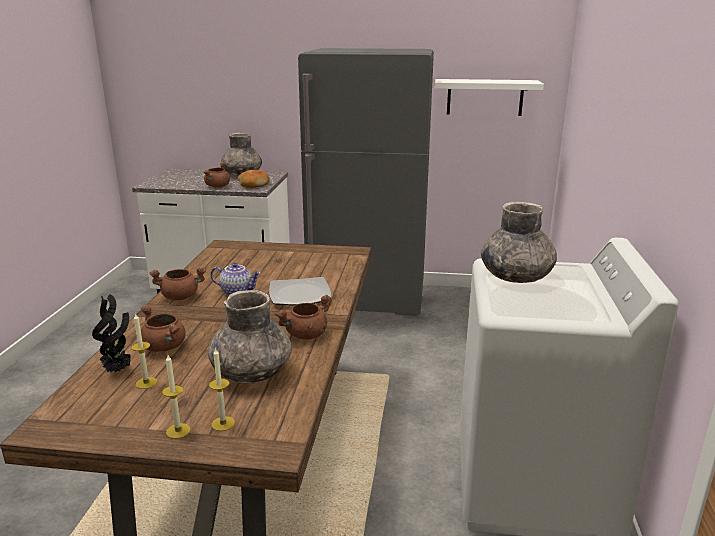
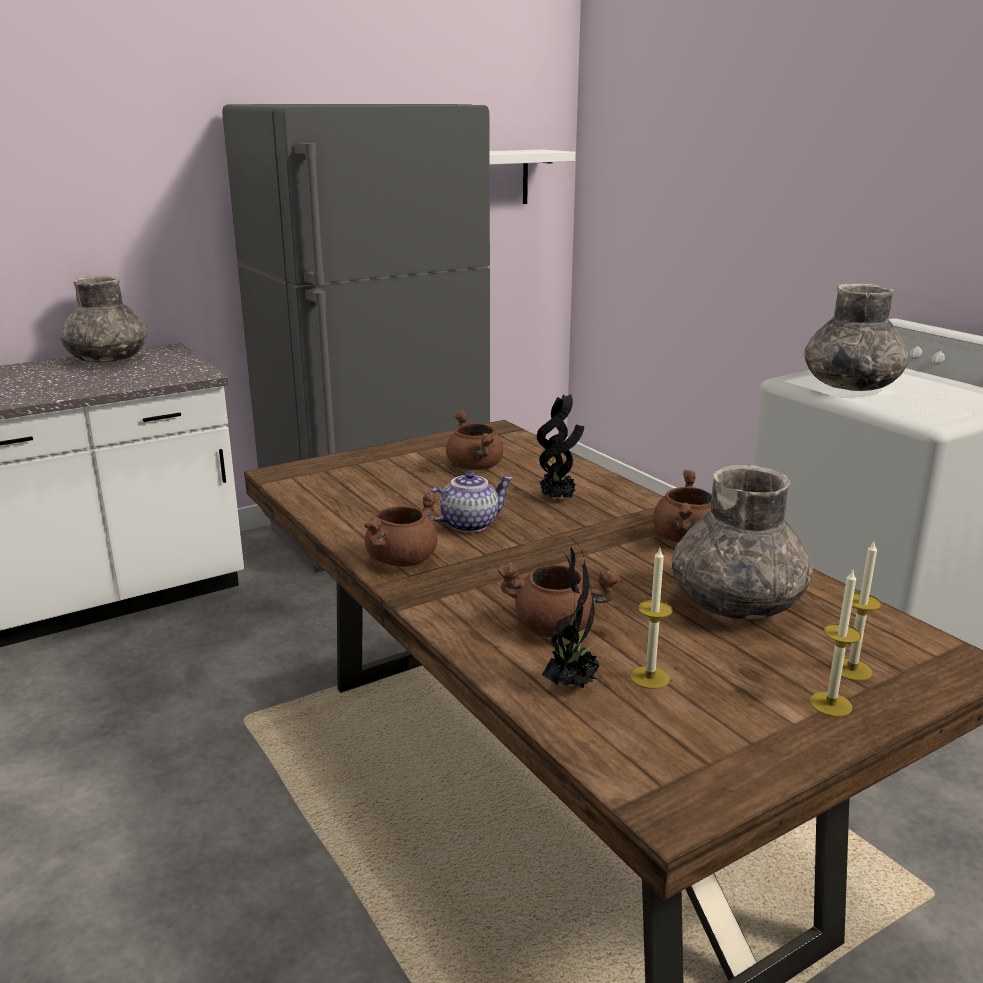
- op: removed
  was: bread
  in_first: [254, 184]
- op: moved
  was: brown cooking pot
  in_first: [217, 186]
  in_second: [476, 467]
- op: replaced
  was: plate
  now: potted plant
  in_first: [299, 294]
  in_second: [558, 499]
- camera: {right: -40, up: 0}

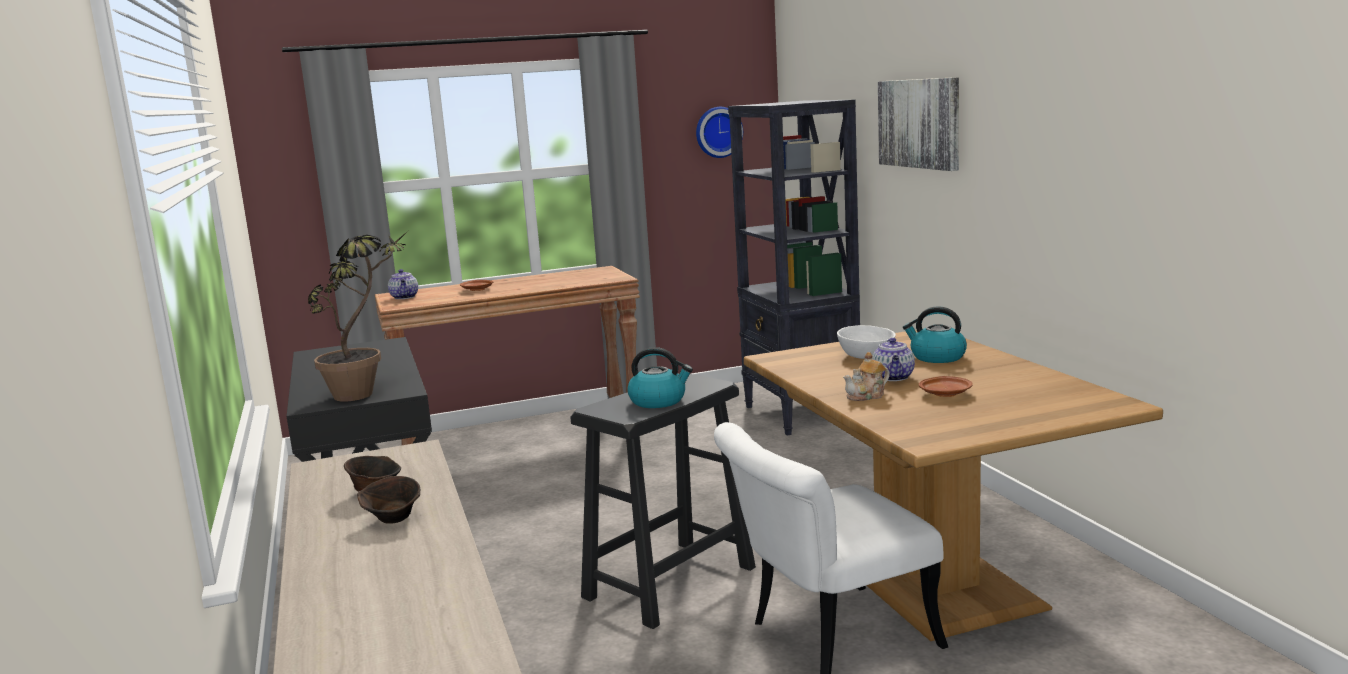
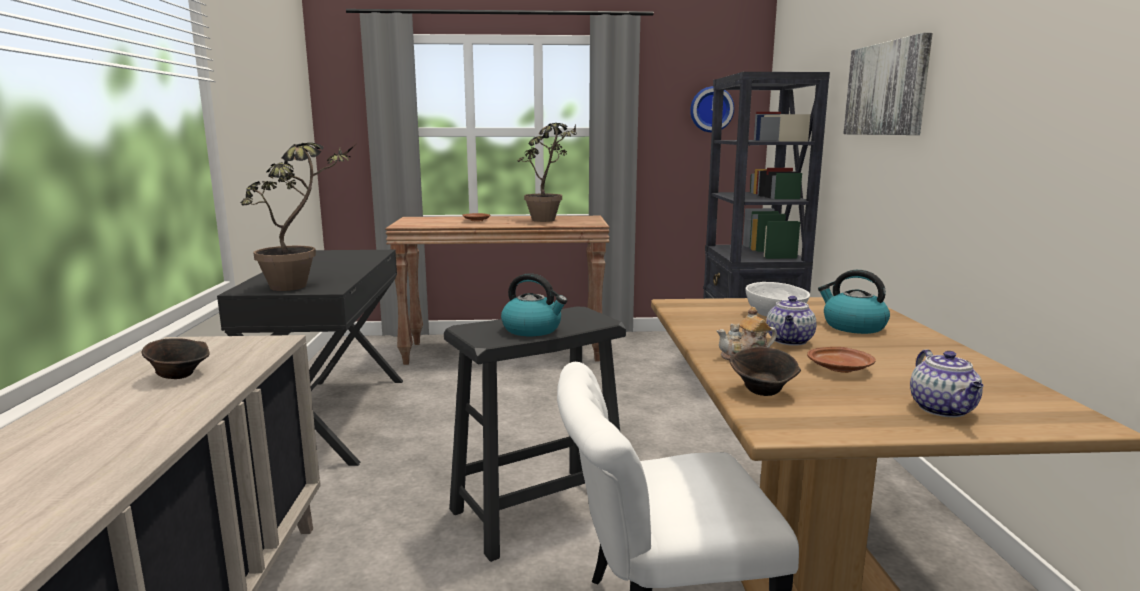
- op: added
  now: potted plant
  in_second: [548, 221]
- op: moved
  was: brown bowl
  in_first: [394, 519]
  in_second: [763, 392]
- op: moved
  was: teapot
  in_first: [405, 297]
  in_second: [944, 410]
- camera: {right: 15, up: 0}

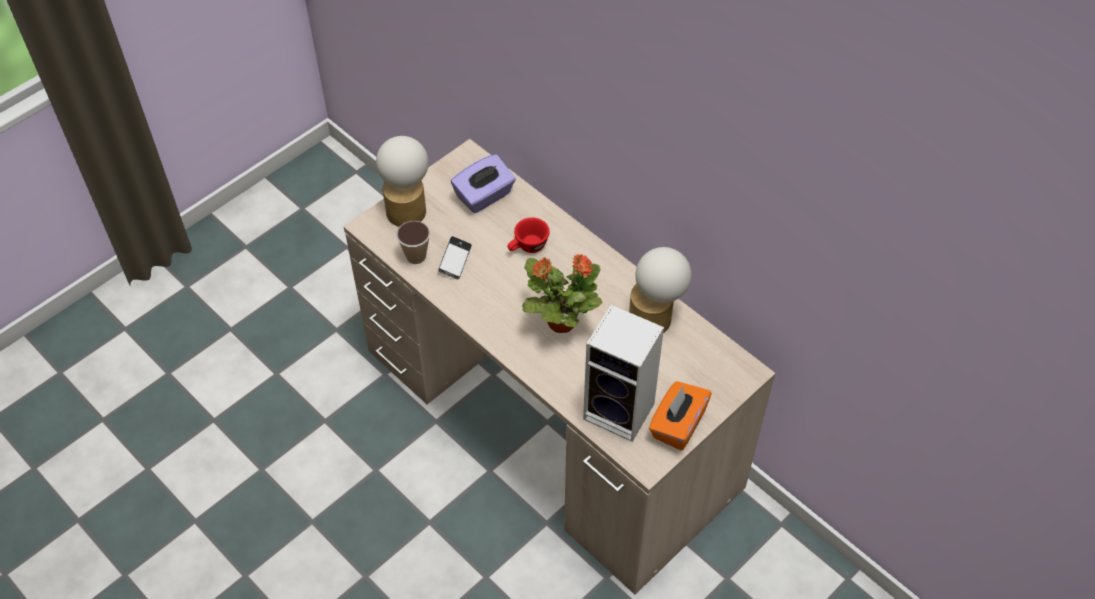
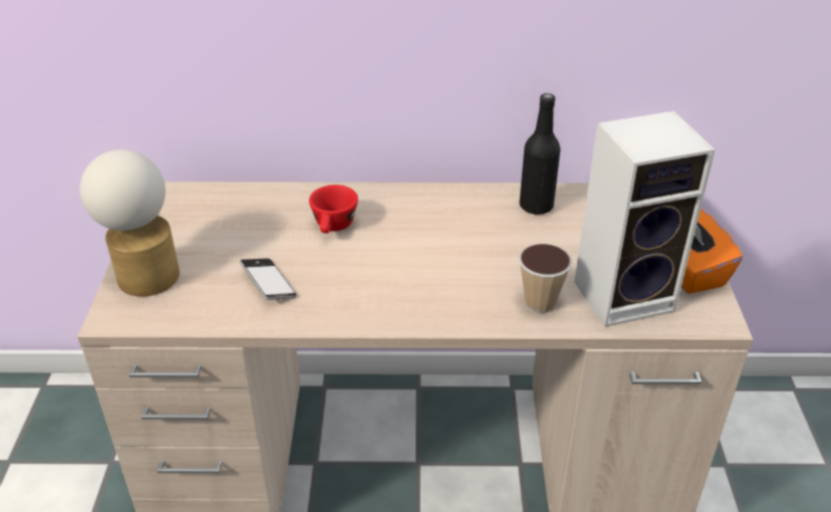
- op: removed
  was: purple tissue box
  in_first: [484, 196]
- op: removed
  was: potted plant
  in_first: [560, 322]
- op: moved
  was: cup
  in_first: [416, 256]
  in_second: [540, 302]
- op: replaced
  was: table lamp
  now: black bottle
  in_first: [656, 317]
  in_second: [536, 206]
- camera: {right: -45, up: -15}

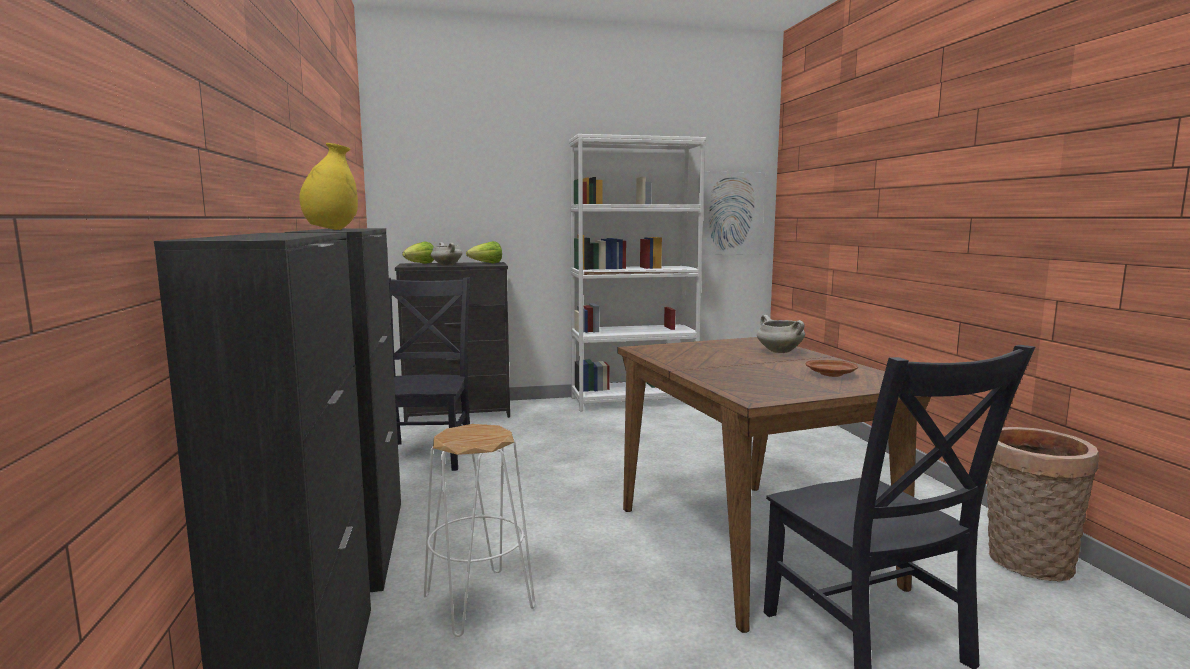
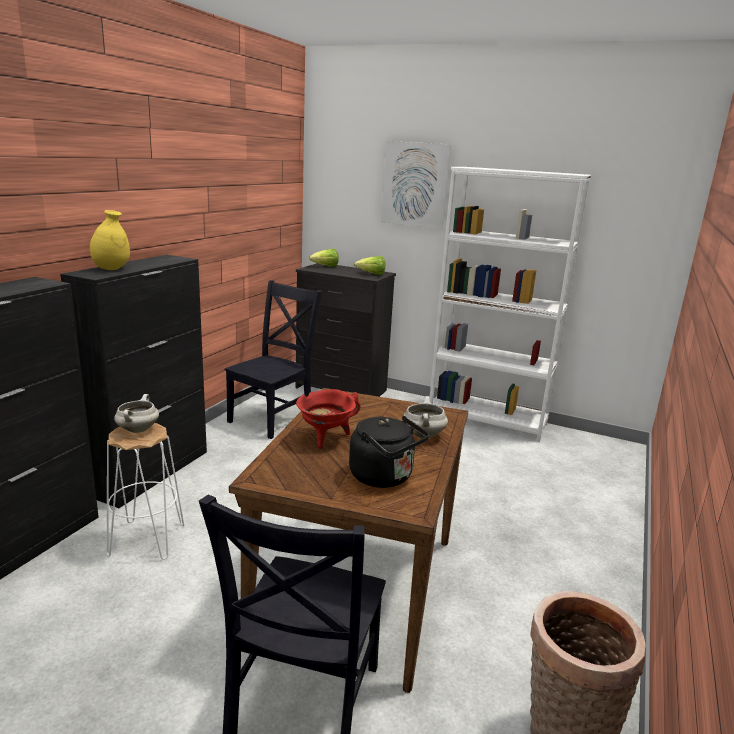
- op: added
  now: red cooking pot
  in_second: [326, 438]
- op: moved
  was: white cooking pot
  in_first: [446, 265]
  in_second: [138, 429]
- op: moved
  was: picture
  in_first: [729, 213]
  in_second: [415, 185]
- op: replaced
  was: brown plate
  now: black kettle
  in_first: [831, 375]
  in_second: [384, 477]
- camera: {right: 35, up: 10}

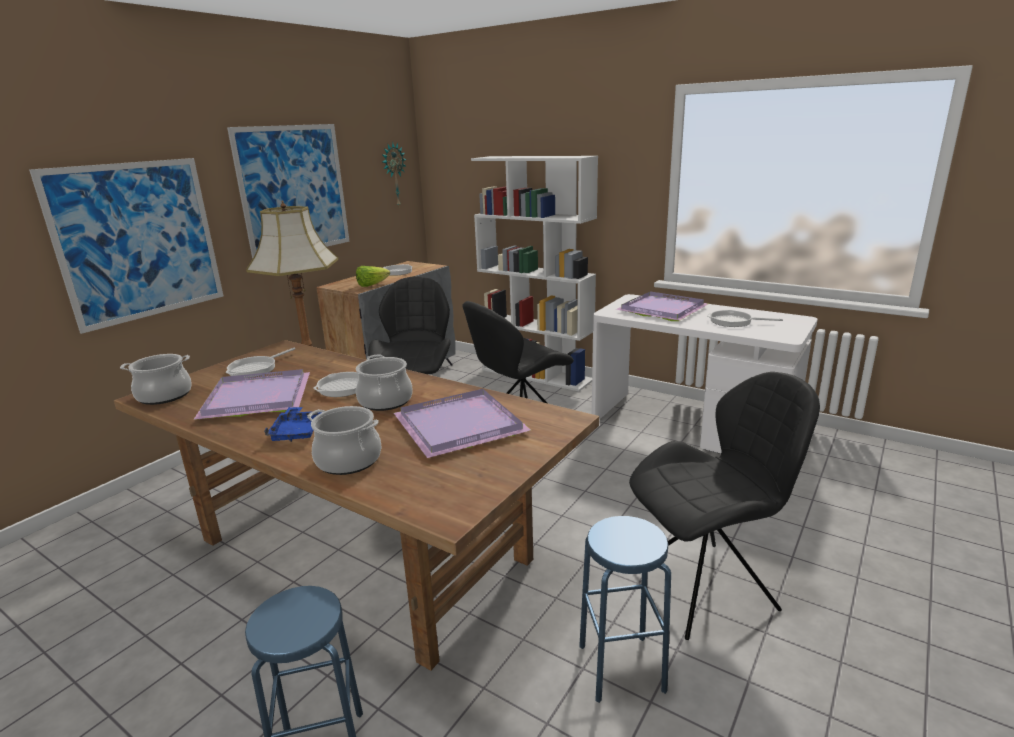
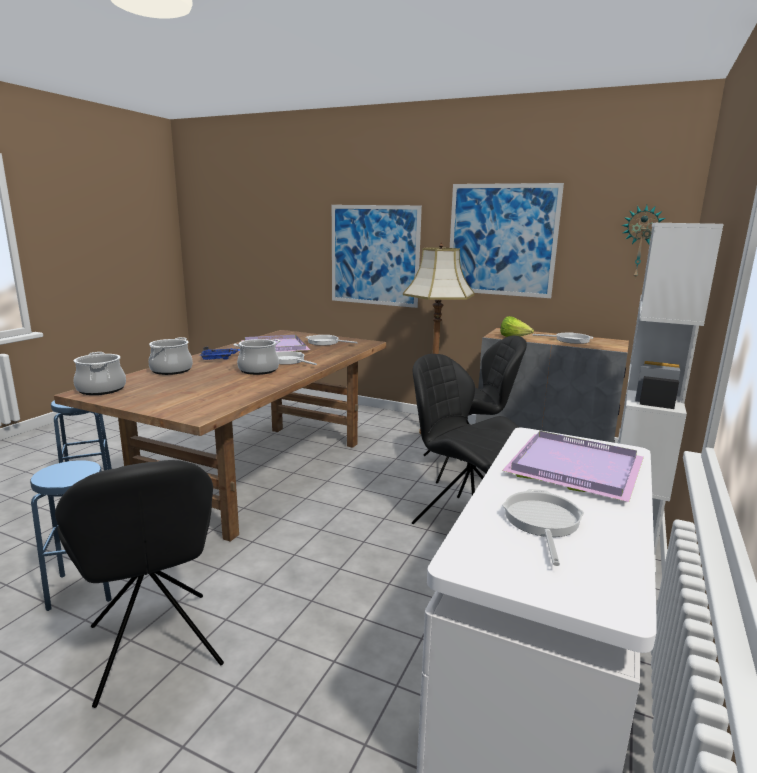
- op: removed
  was: purple tray
  in_first: [462, 426]
- op: moved
  was: cooking pot
  in_first: [164, 395]
  in_second: [101, 389]
- camera: {right: 80, up: -5}

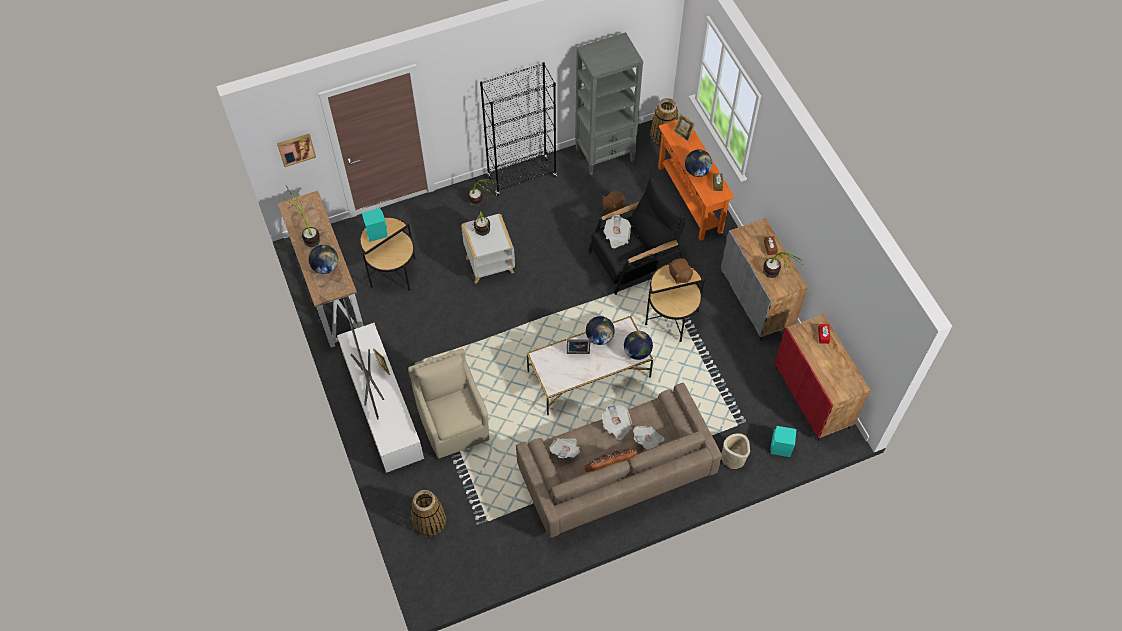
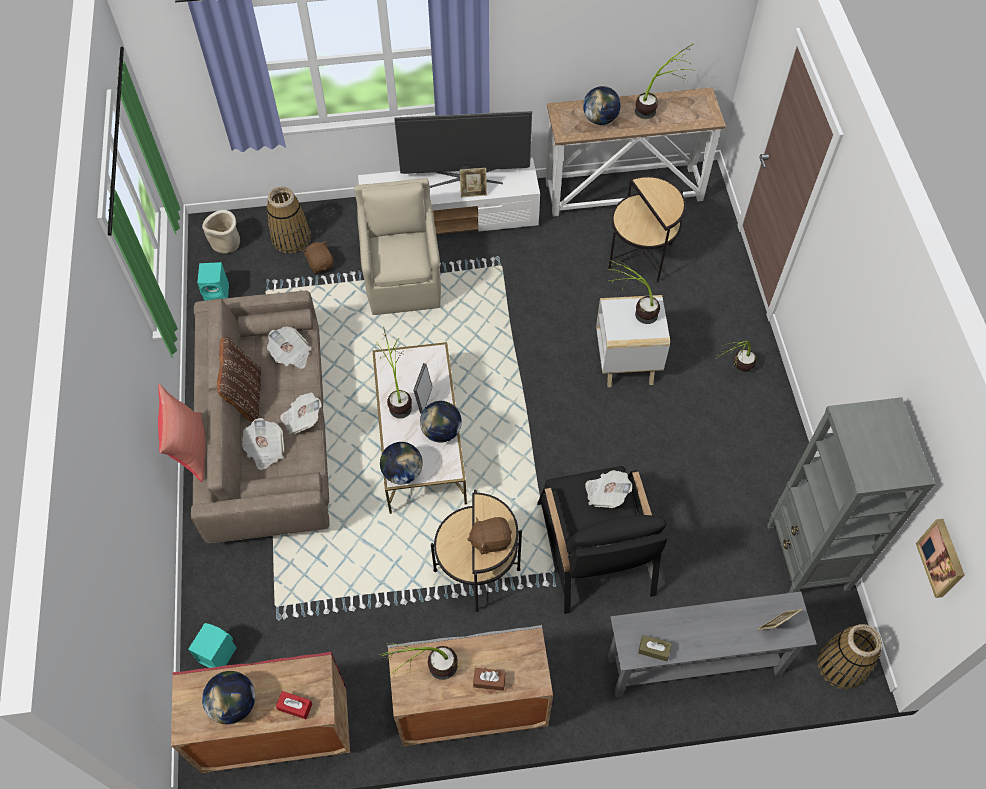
- op: removed
  was: black bookcase
  in_first: [522, 177]
- op: added
  now: red pillow
  in_second: [190, 448]
- op: added
  now: potted plant
  in_second: [398, 396]
- op: moved
  was: picture
  in_first: [296, 149]
  in_second: [942, 558]
- op: moved
  was: turquoise speaker
  in_first: [376, 232]
  in_second: [218, 294]
- op: moved
  was: brown plush toy
  in_first: [613, 206]
  in_second: [320, 264]
- op: moved
  was: globe
  in_first: [697, 171]
  in_second: [234, 704]
- op: moved
  was: beige planter
  in_first: [734, 457]
  in_second: [226, 243]
- op: recoloured
  was: orange console table
  now: grey console table
  in_first: [690, 199]
  in_second: [694, 665]
- op: turned
  was: beige armchair
  in_first: [453, 423]
  in_second: [403, 280]
  clockwise: -90
- camera: {right: 105, up: 0}

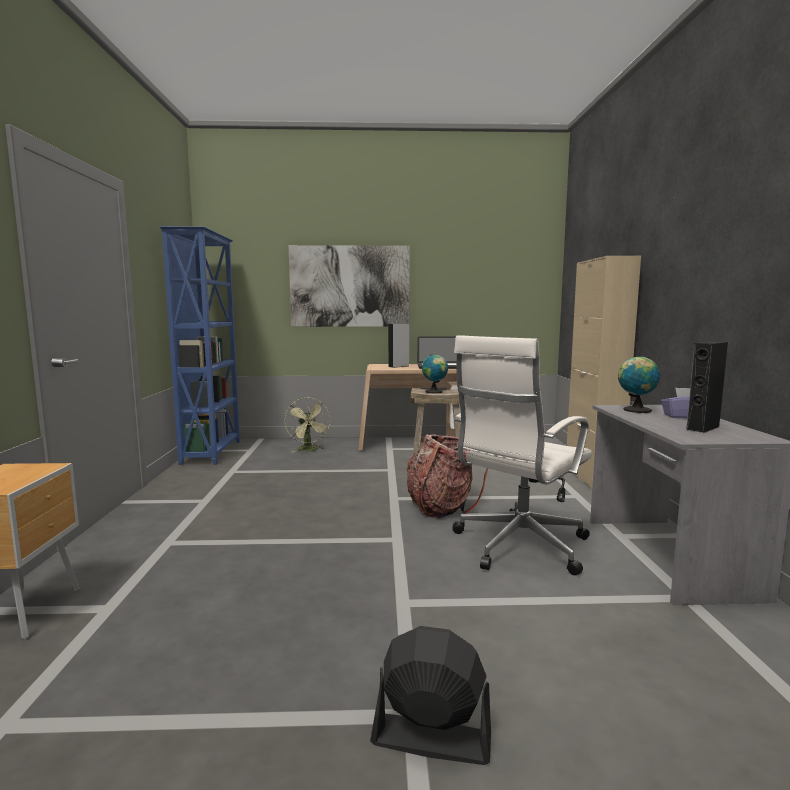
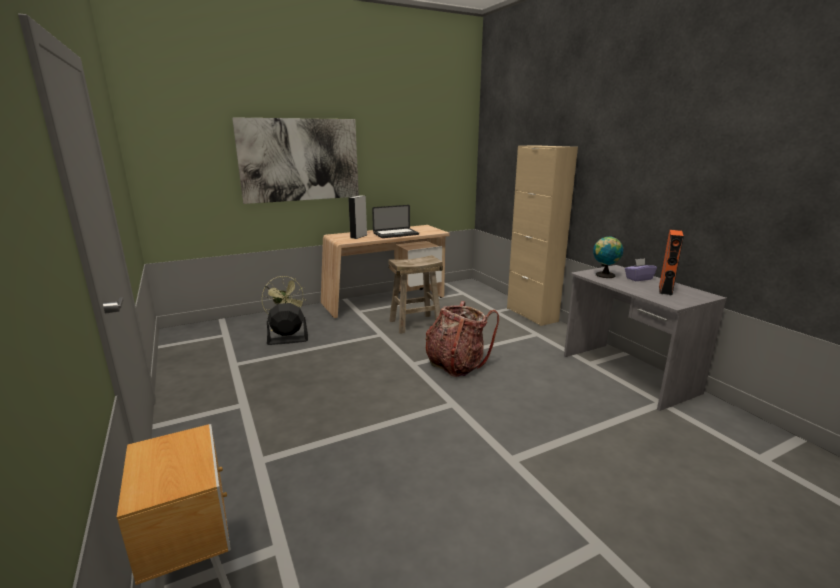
- op: removed
  was: blue bookcase
  in_first: [212, 452]
- op: removed
  was: globe
  in_first: [435, 392]
- op: removed
  was: white office chair
  in_first: [518, 546]
- op: moved
  was: black fan
  in_first: [430, 738]
  in_second: [287, 340]
- op: recoloured
  was: black speaker
  now: orange speaker
  in_first: [702, 428]
  in_second: [665, 290]
- camera: {right: -25, up: 10}

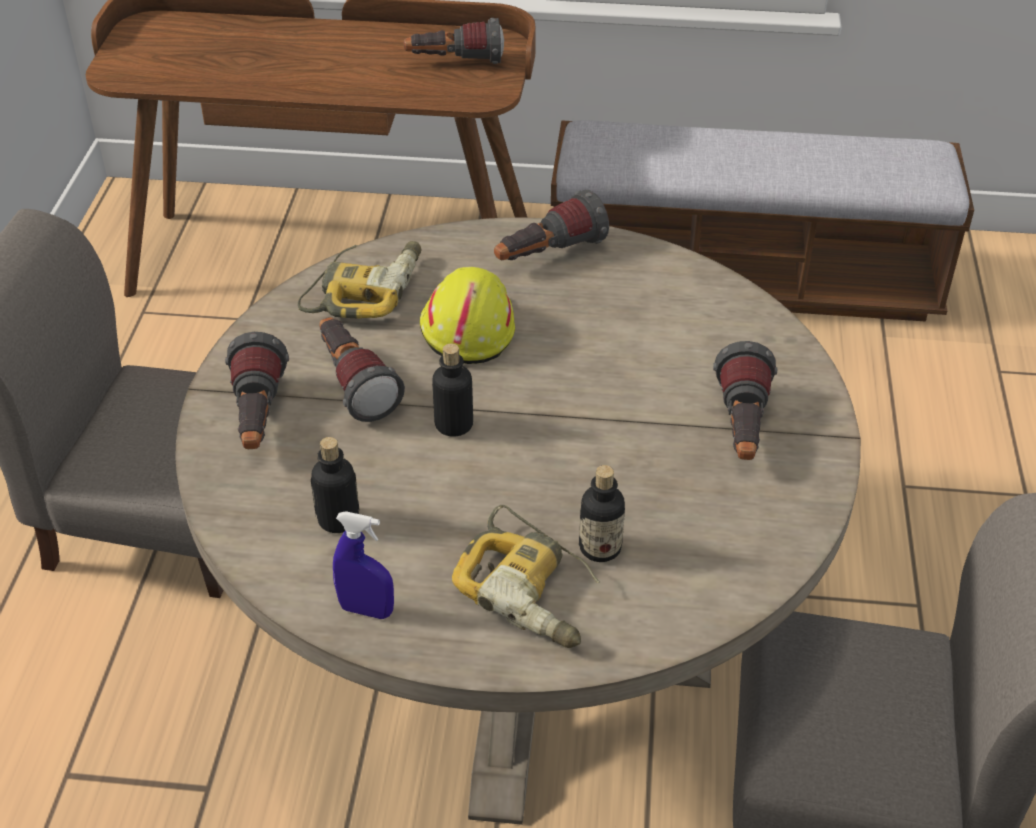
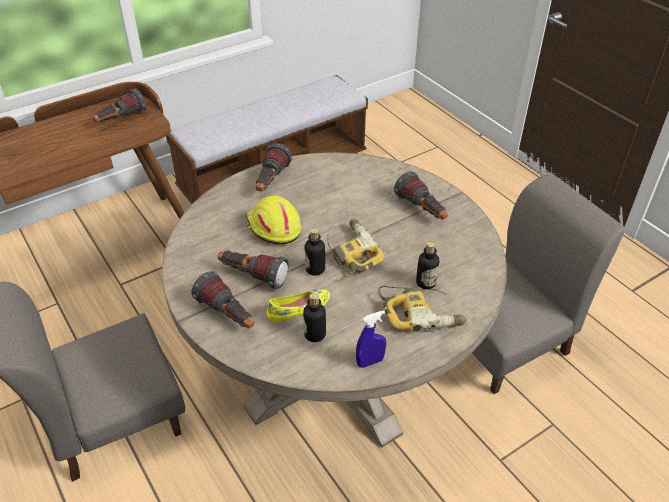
- op: added
  now: yellow shoe
  in_second: [299, 309]
- op: moved
  was: power drill
  in_first: [365, 289]
  in_second: [351, 253]
- camera: {right: -40, up: 0}

